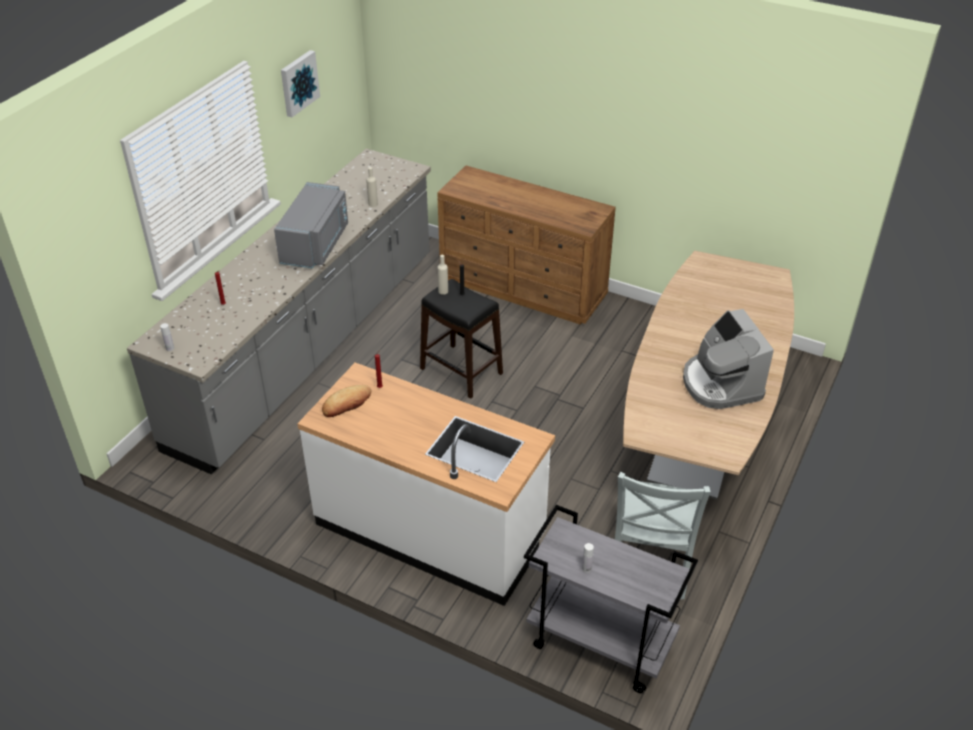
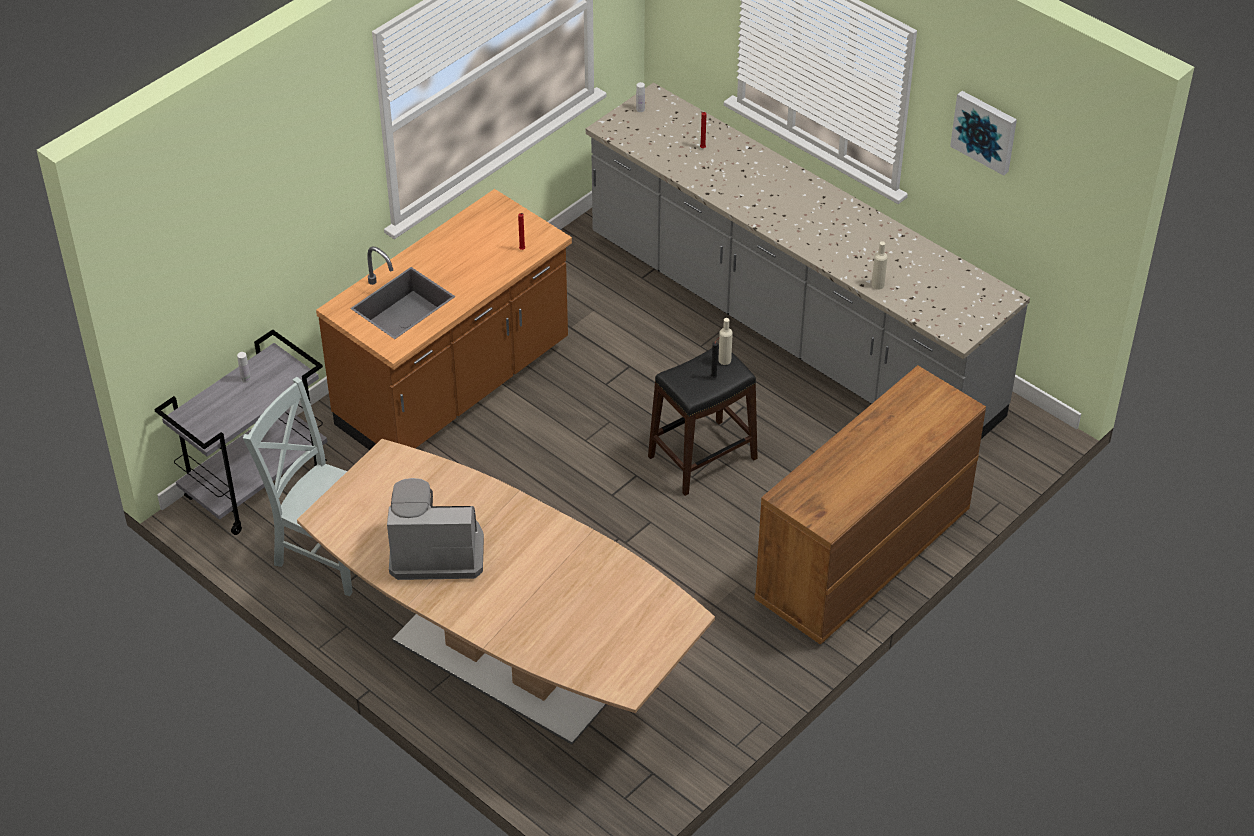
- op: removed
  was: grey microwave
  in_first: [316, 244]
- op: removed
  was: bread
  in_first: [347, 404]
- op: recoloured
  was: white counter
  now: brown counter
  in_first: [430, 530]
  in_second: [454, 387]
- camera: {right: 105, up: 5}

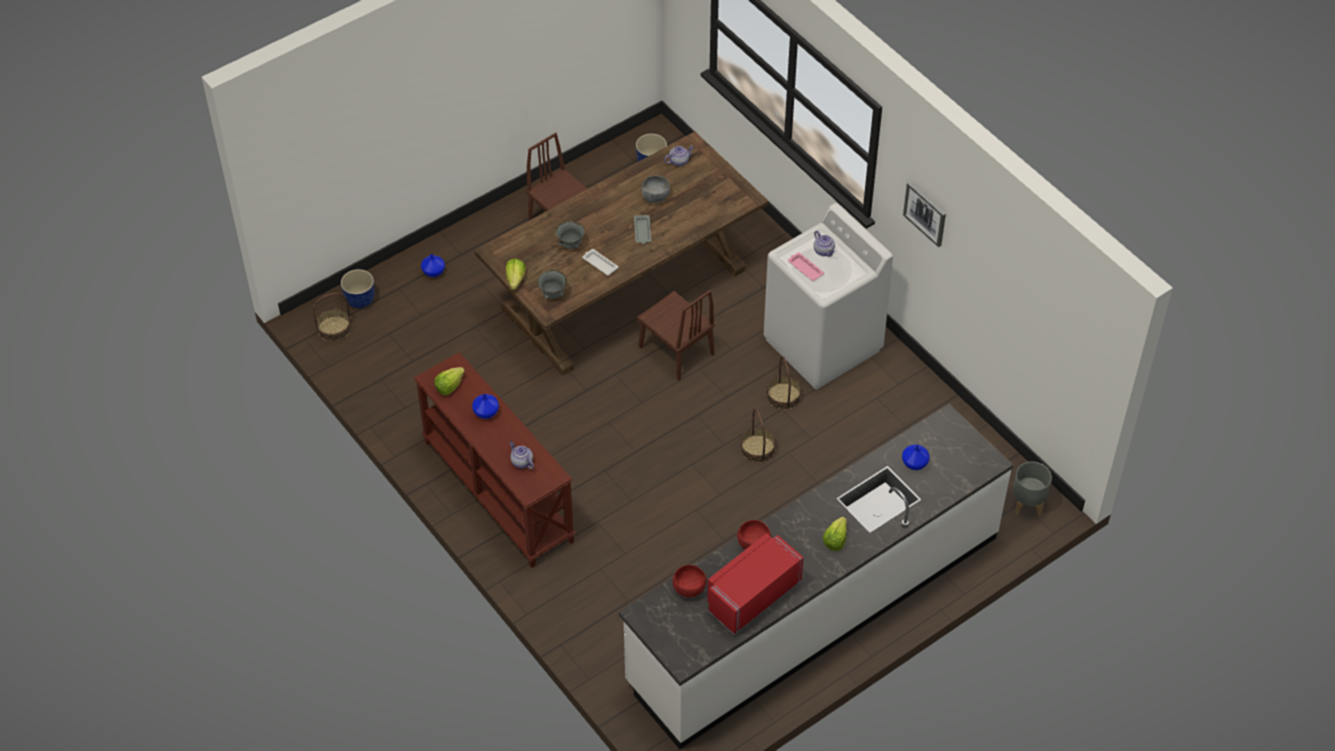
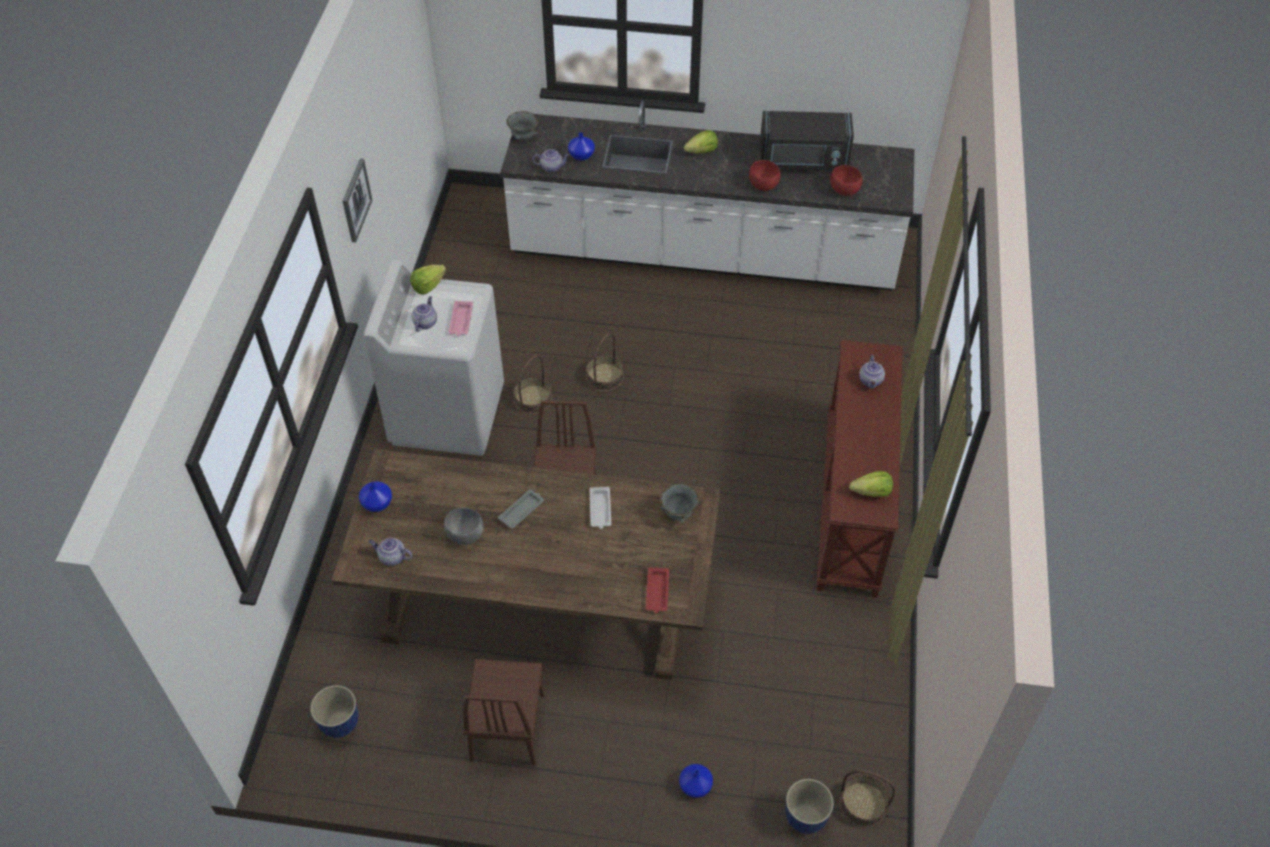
- op: removed
  was: grey planter
  in_first: [1027, 504]
- op: added
  now: teapot
  in_second: [552, 167]
- op: added
  now: red tray
  in_second: [657, 592]
- op: moved
  was: blue vase
  in_first: [486, 412]
  in_second: [377, 504]
- op: moved
  was: lettuce
  in_first: [515, 280]
  in_second: [428, 286]
- op: moved
  was: grey bowl
  in_first: [570, 245]
  in_second: [523, 138]
- op: recoloured
  was: red microwave
  now: black microwave
  in_first: [751, 595]
  in_second: [803, 160]
- camera: {right: -135, up: 0}

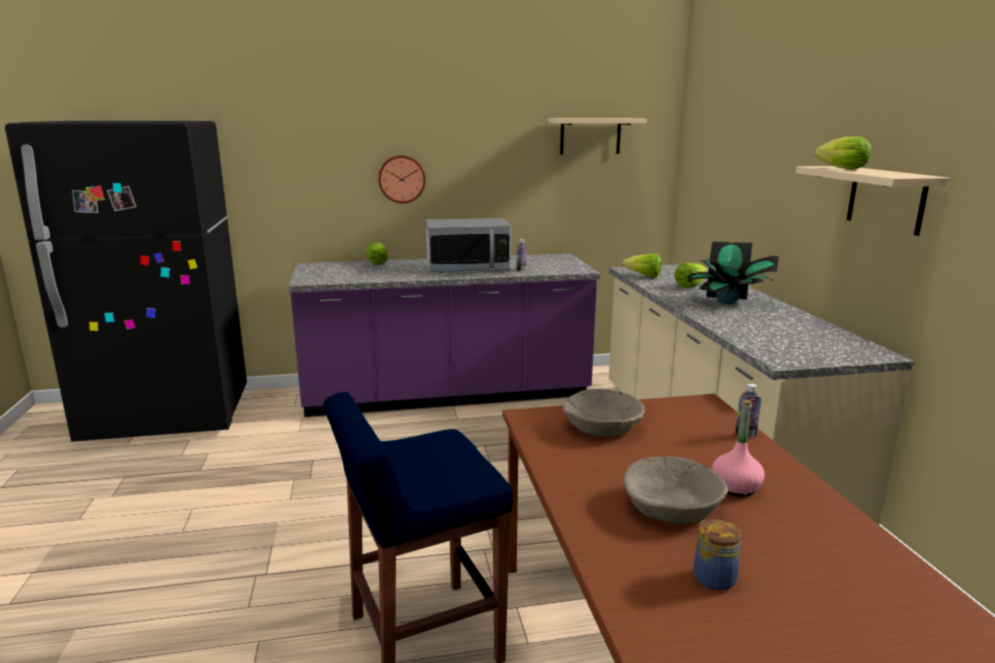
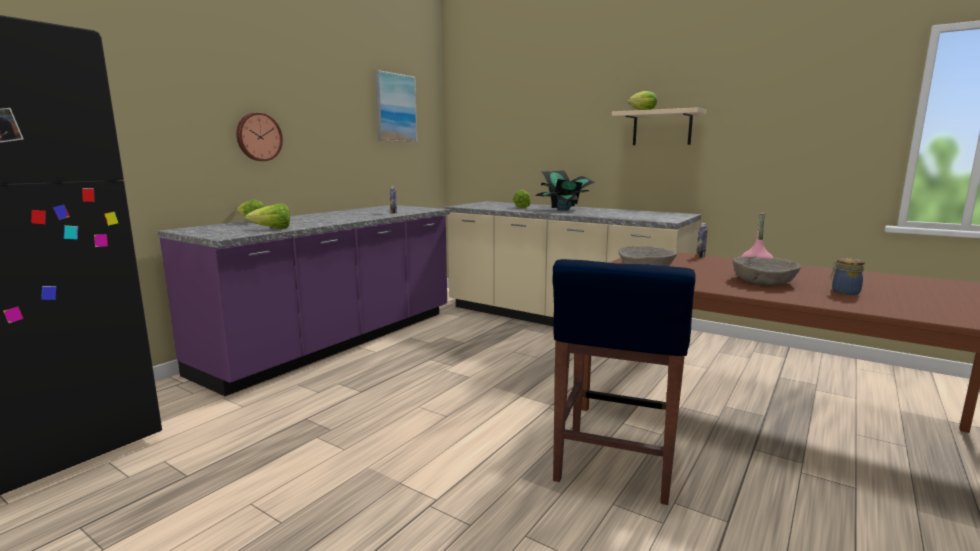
- op: removed
  was: microwave
  in_first: [468, 268]
- op: moved
  was: lettuce
  in_first: [644, 276]
  in_second: [273, 229]
- op: replaced
  was: beige shelf
  now: picture
  in_first: [590, 136]
  in_second: [395, 108]
- camera: {right: -45, up: -5}

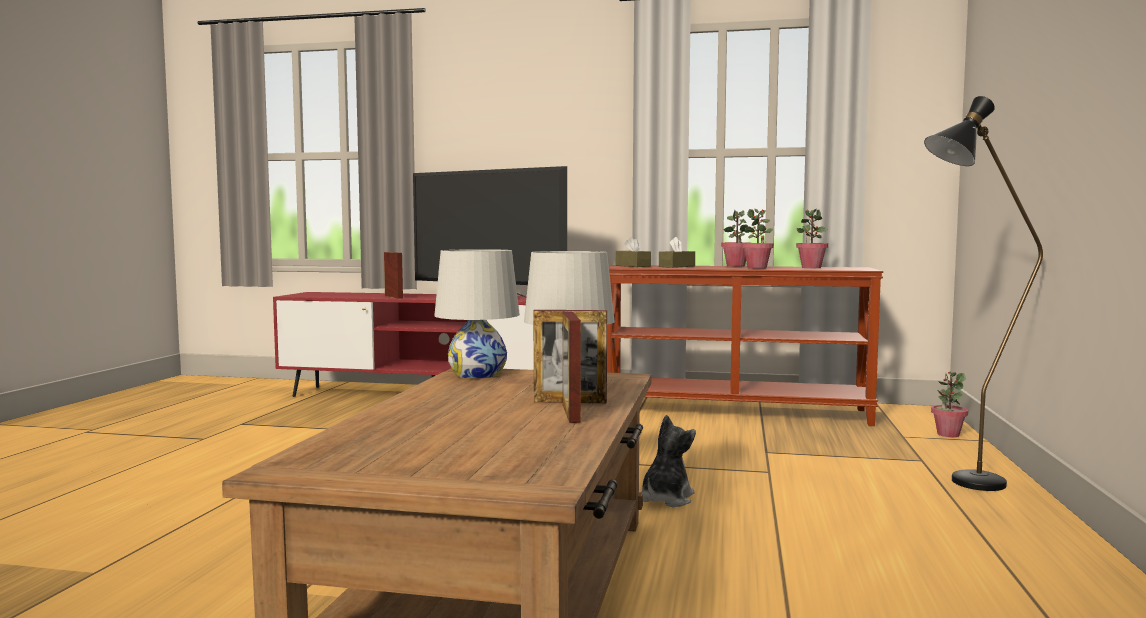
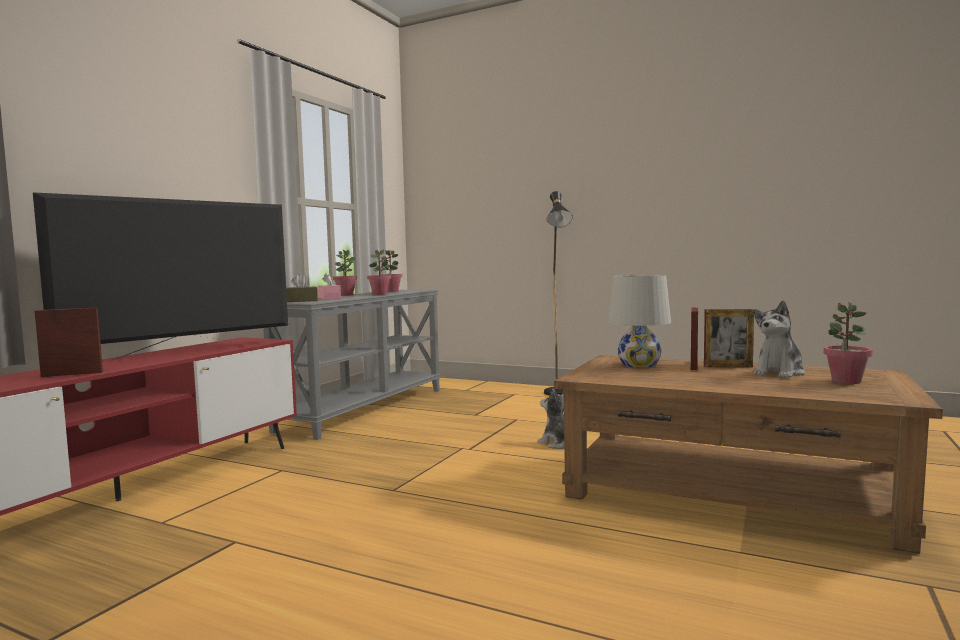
- op: removed
  was: white table lamp
  in_first: [477, 374]
- op: added
  now: plush toy
  in_second: [779, 373]
- op: moved
  was: potted plant
  in_first: [948, 434]
  in_second: [846, 381]
- op: recoloured
  was: brown console table
  now: grey console table
  in_first: [735, 411]
  in_second: [364, 409]
- op: recoloured
  was: brown tissue box
  now: pink tissue box
  in_first: [676, 266]
  in_second: [329, 298]
- camera: {right: -75, up: 0}

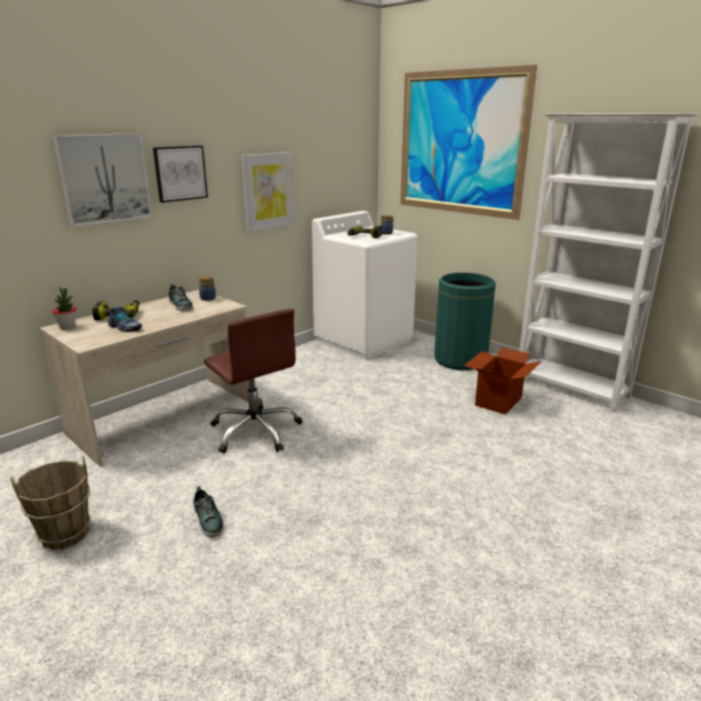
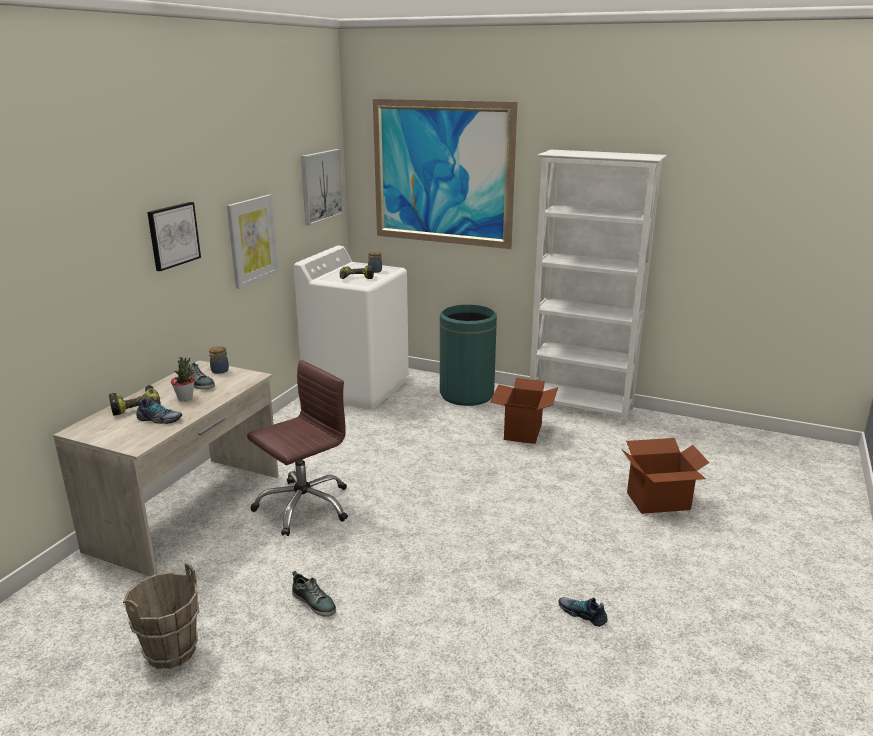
- op: added
  now: shoe
  in_second: [582, 614]
- op: added
  now: cardboard box
  in_second: [658, 501]
- op: moved
  was: potted plant
  in_first: [67, 327]
  in_second: [185, 397]
- op: moved
  was: picture
  in_first: [105, 179]
  in_second: [321, 186]
- op: turned
  was: brown office chair
  in_first: [256, 431]
  in_second: [303, 506]
  clockwise: -75
- camera: {right: -20, up: 0}

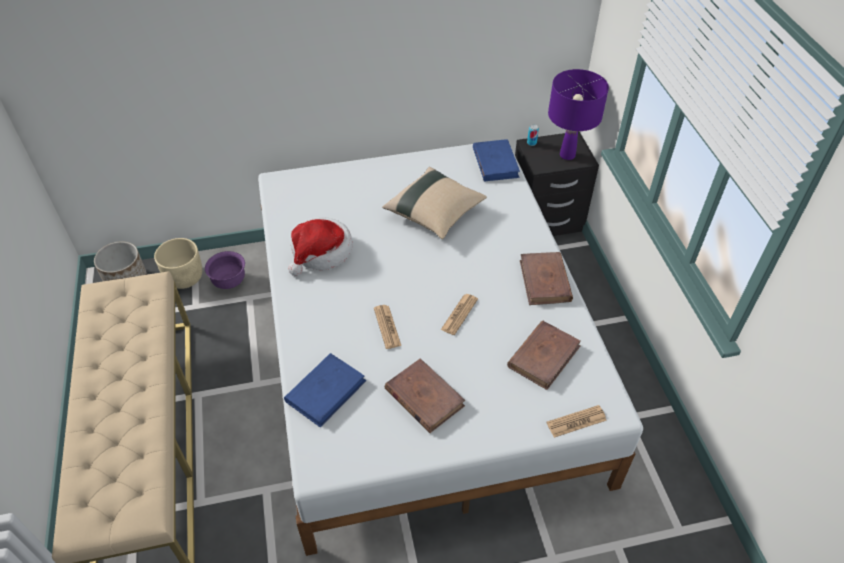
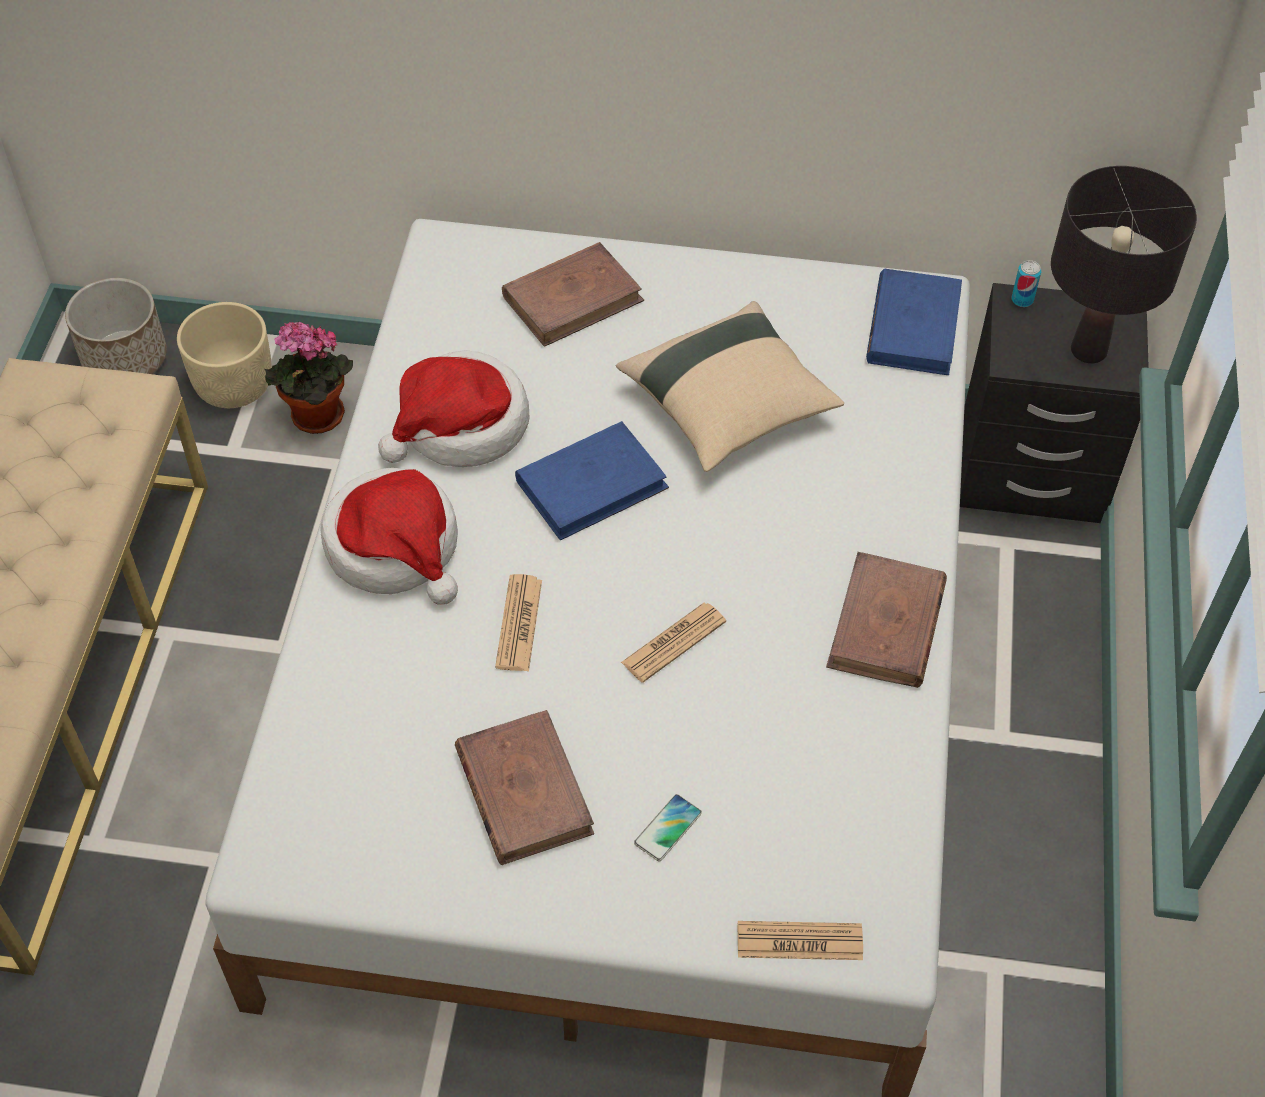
- op: added
  now: hat
  in_second: [395, 548]
- op: added
  now: phone
  in_second: [668, 828]
- op: moved
  was: blue book
  in_first: [326, 391]
  in_second: [592, 484]
- op: moved
  was: brown book
  in_first: [544, 356]
  in_second: [573, 299]
- op: replaced
  was: purple bowl
  now: potted plant
  in_first: [229, 281]
  in_second: [315, 419]
- op: recoloured
  was: purple table lamp
  now: black table lamp
  in_first: [567, 155]
  in_second: [1088, 351]
- camera: {right: 20, up: 5}

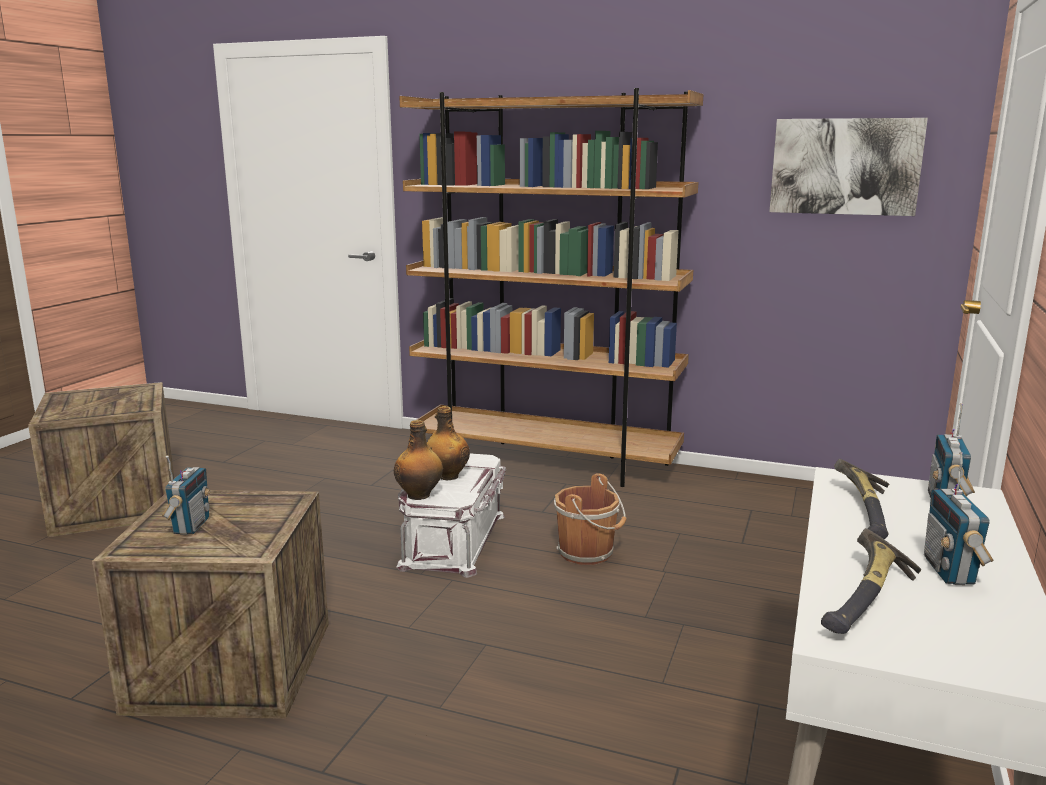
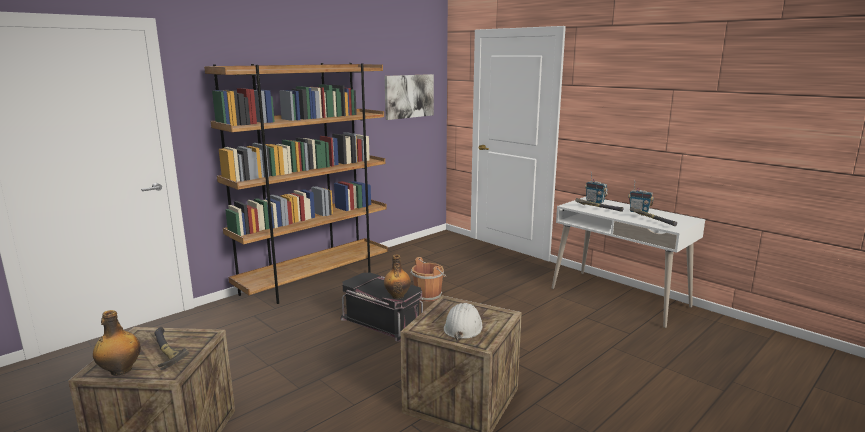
- op: added
  now: hammer
  in_second: [166, 354]
- op: moved
  was: bottle
  in_first: [447, 476]
  in_second: [120, 371]
- op: replaced
  was: radio
  now: white hard hat
  in_first: [190, 526]
  in_second: [463, 327]
- op: recoloured
  was: white storage box
  now: black storage box
  in_first: [455, 540]
  in_second: [383, 321]
- camera: {right: -65, up: 0}

